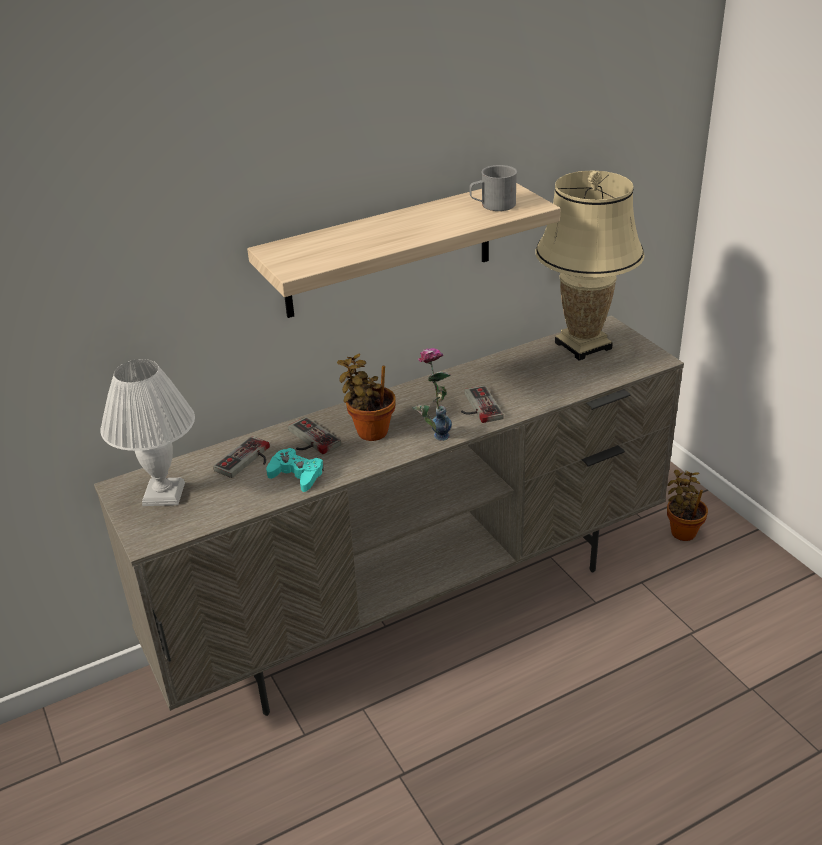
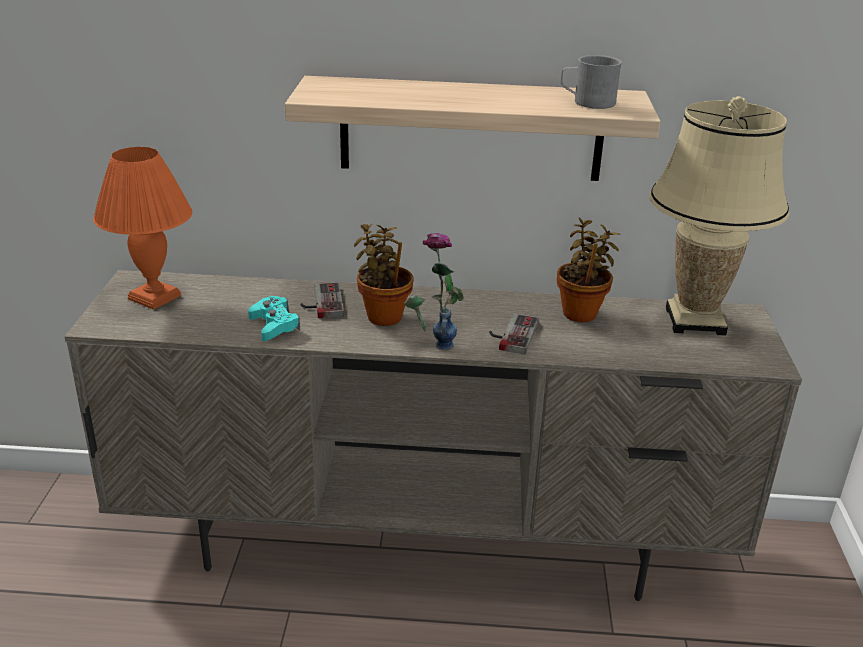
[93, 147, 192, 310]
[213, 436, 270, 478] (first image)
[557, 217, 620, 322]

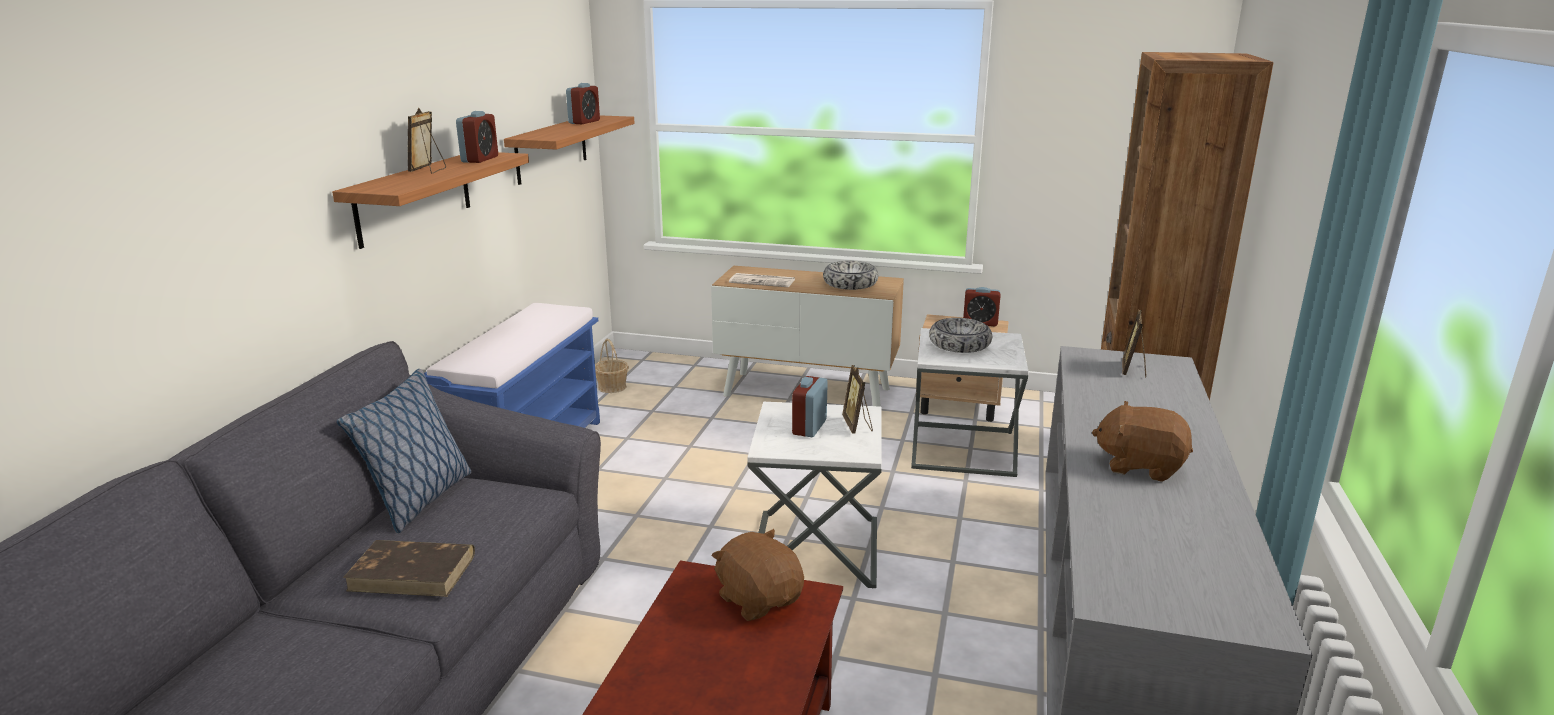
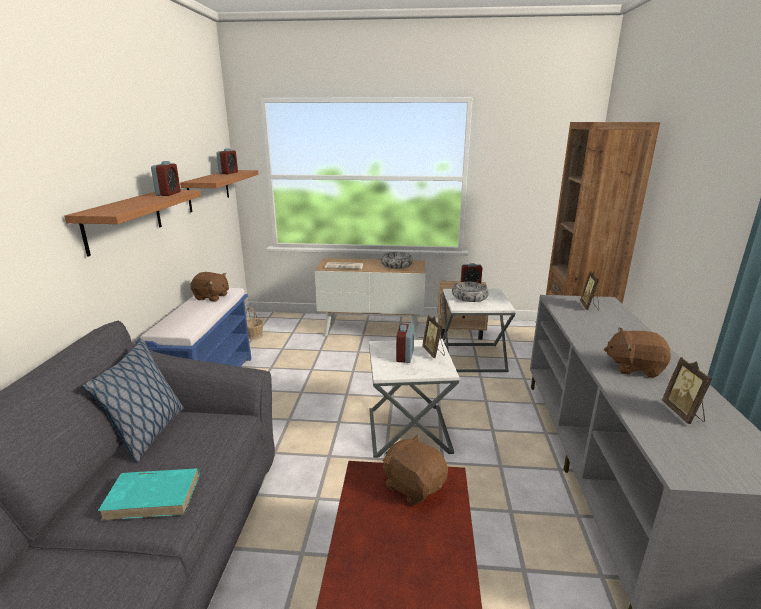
[98, 468, 199, 521]
[662, 357, 712, 424]
[190, 272, 229, 301]

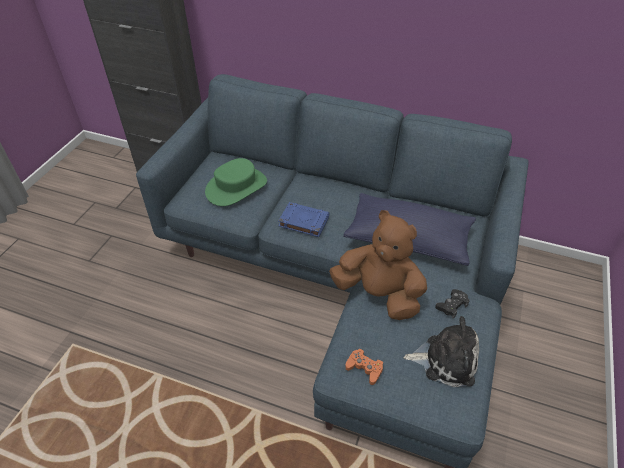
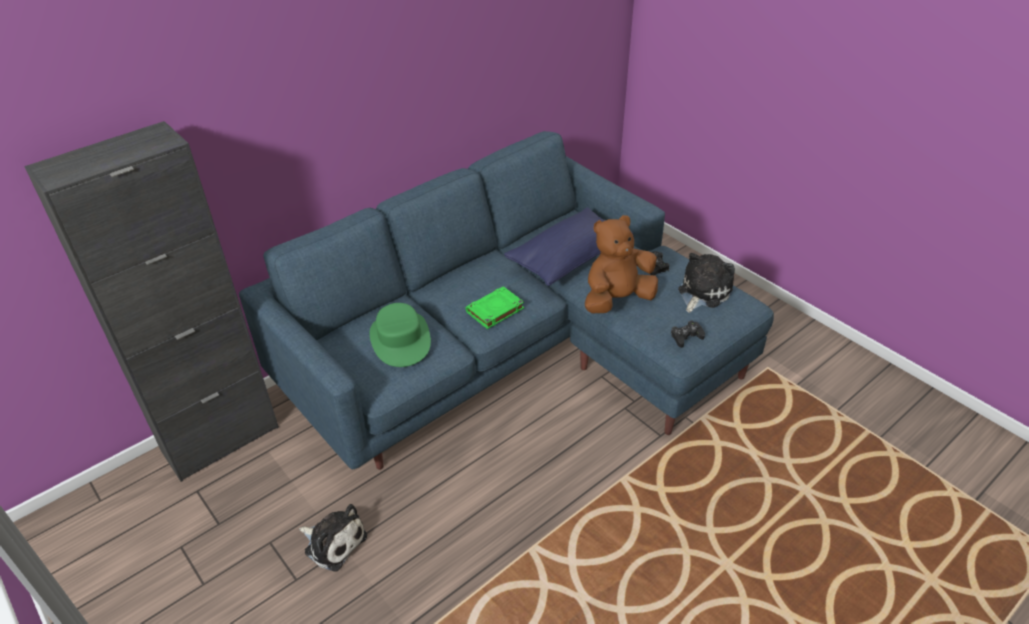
[465, 286, 524, 329]
[671, 320, 705, 348]
[299, 504, 367, 572]

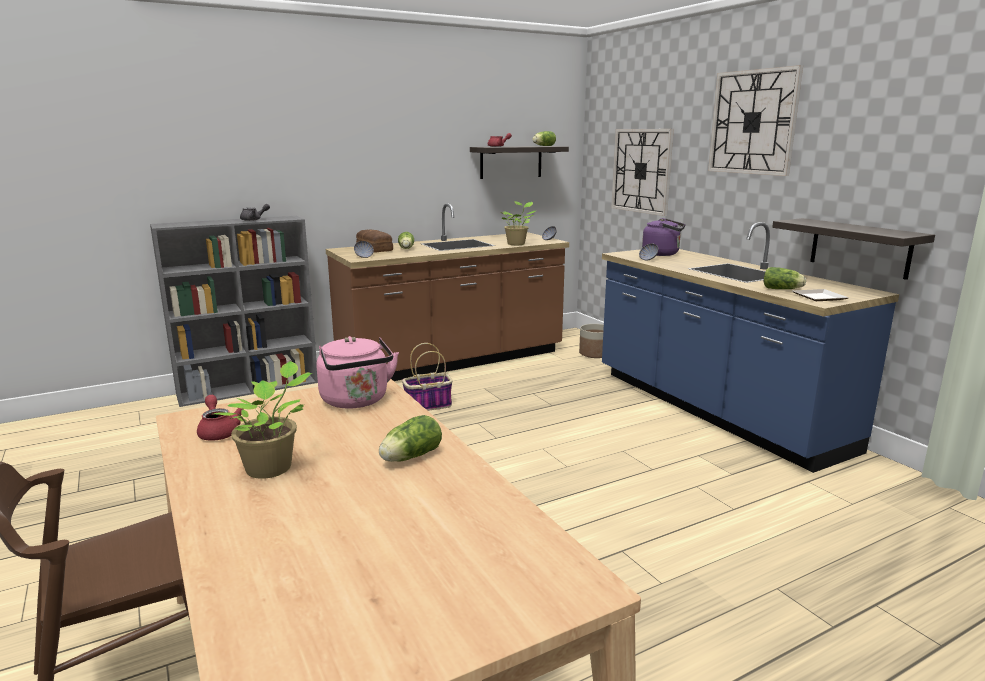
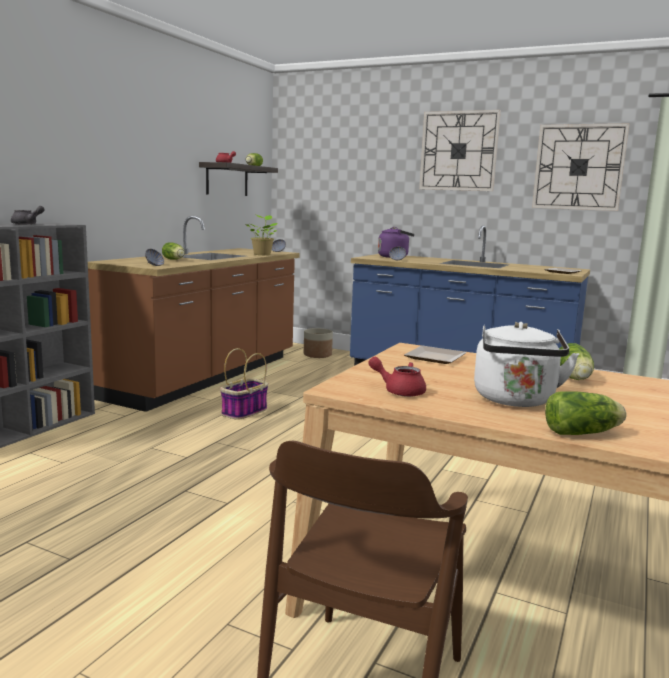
[474, 322, 579, 407]
[404, 346, 466, 364]
[356, 229, 393, 253] (first image)
[532, 123, 630, 211]
[545, 391, 627, 435]
[772, 218, 935, 280] (first image)

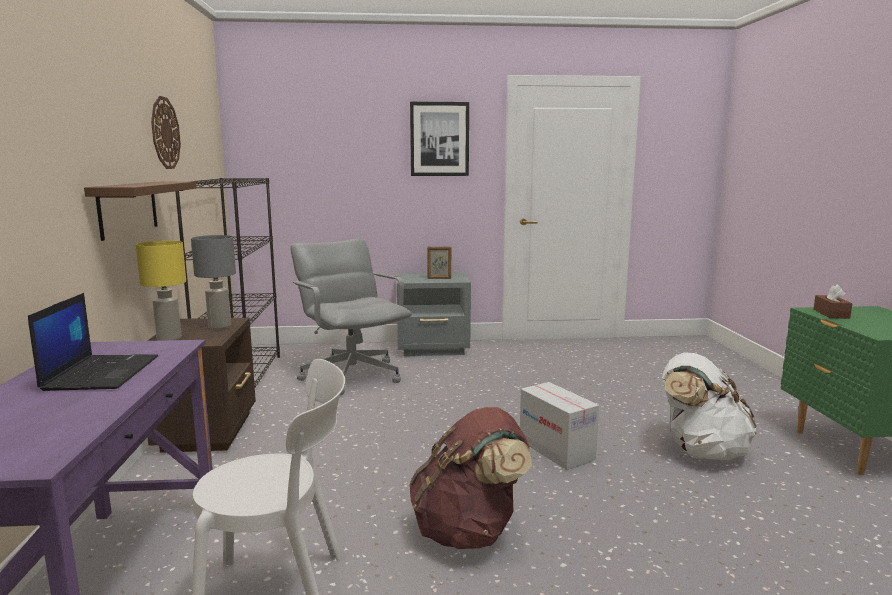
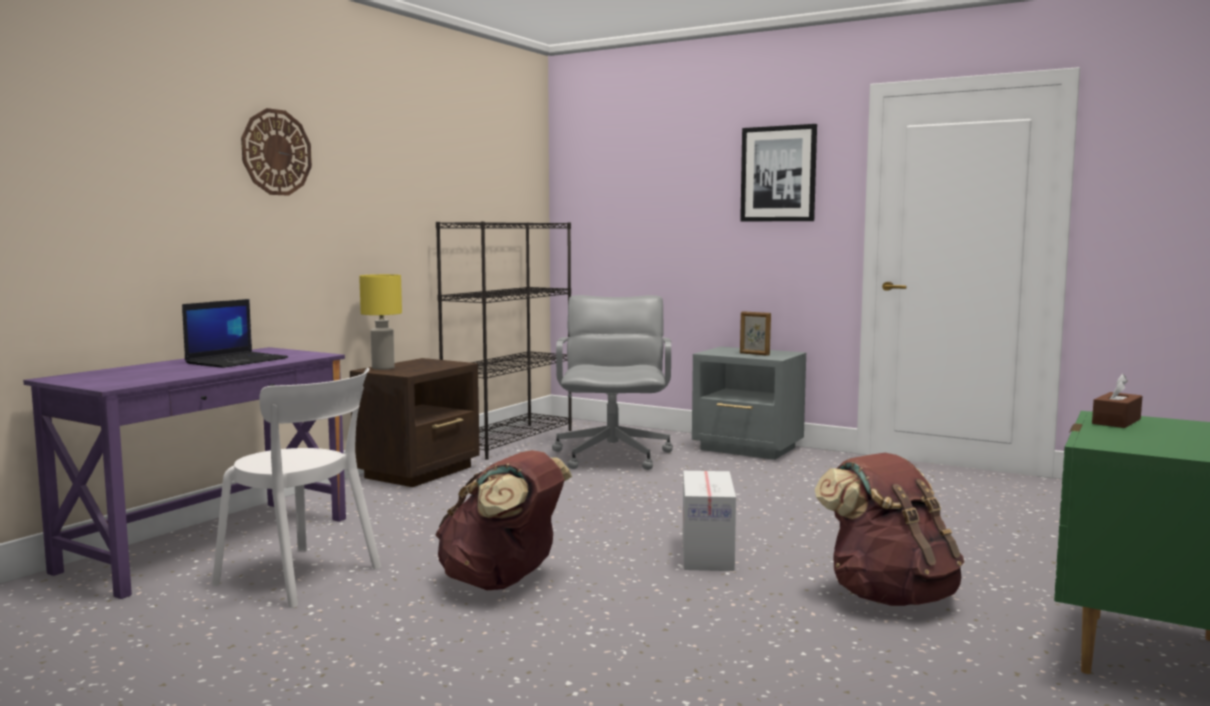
[84, 181, 197, 241] (first image)
[241, 108, 312, 196]
[191, 235, 236, 329] (first image)
[815, 453, 964, 606]

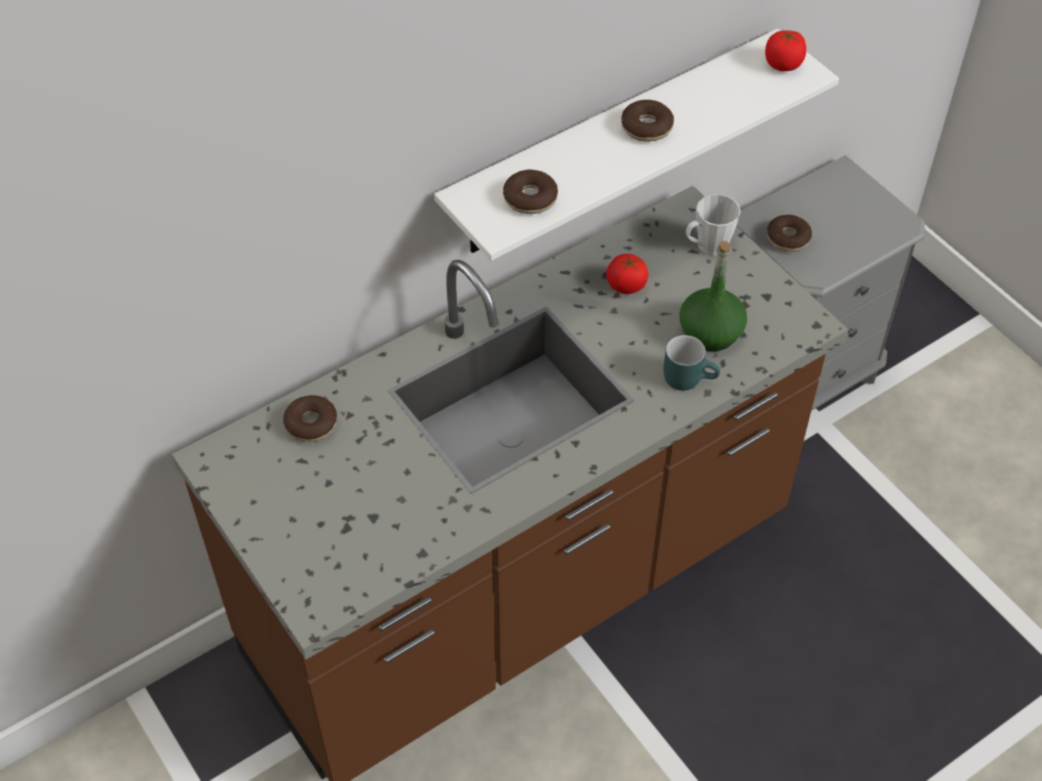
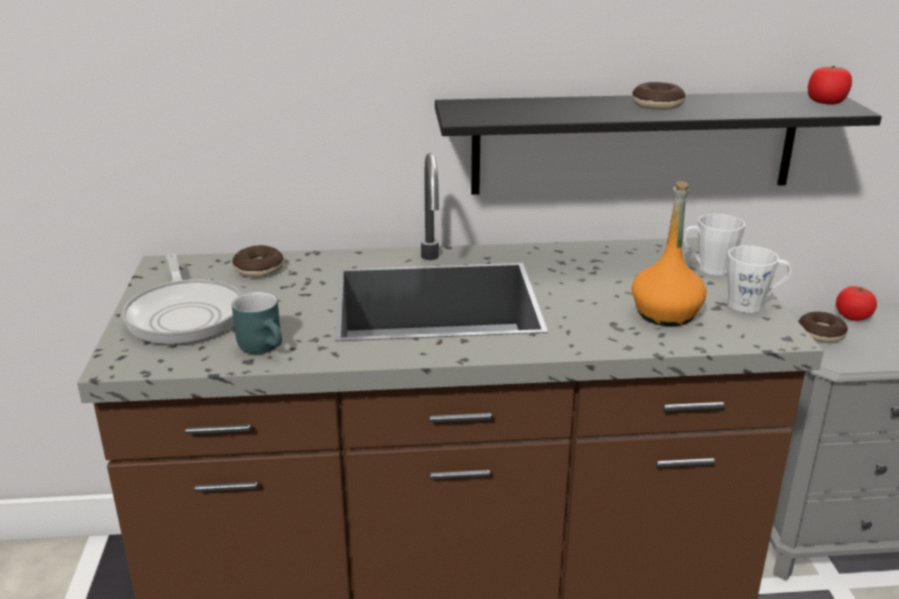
[435, 92, 882, 195]
[503, 170, 558, 214] (first image)
[836, 286, 877, 321]
[232, 292, 282, 354]
[632, 181, 706, 326]
[122, 254, 242, 345]
[727, 246, 792, 313]

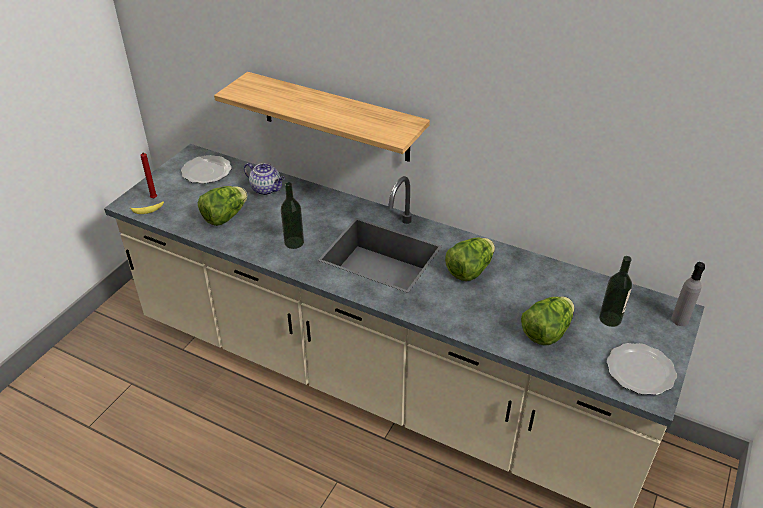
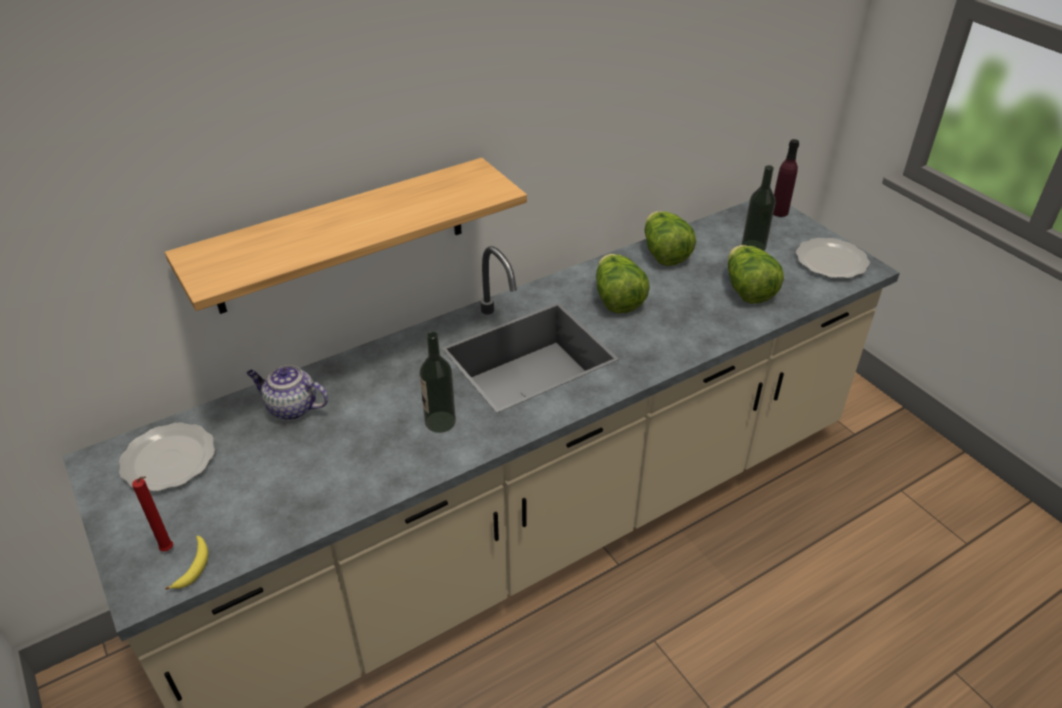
[645, 211, 696, 266]
[246, 365, 328, 420]
[773, 139, 799, 217]

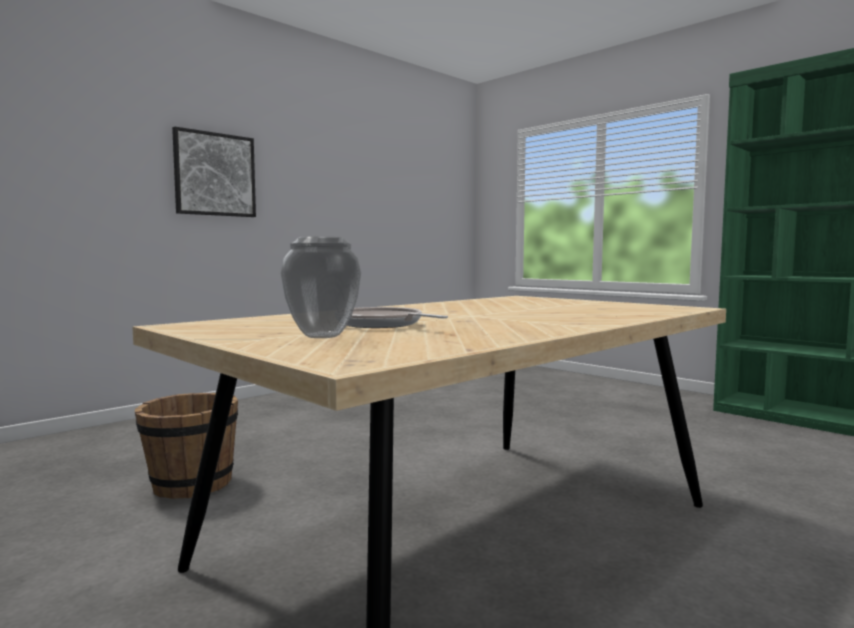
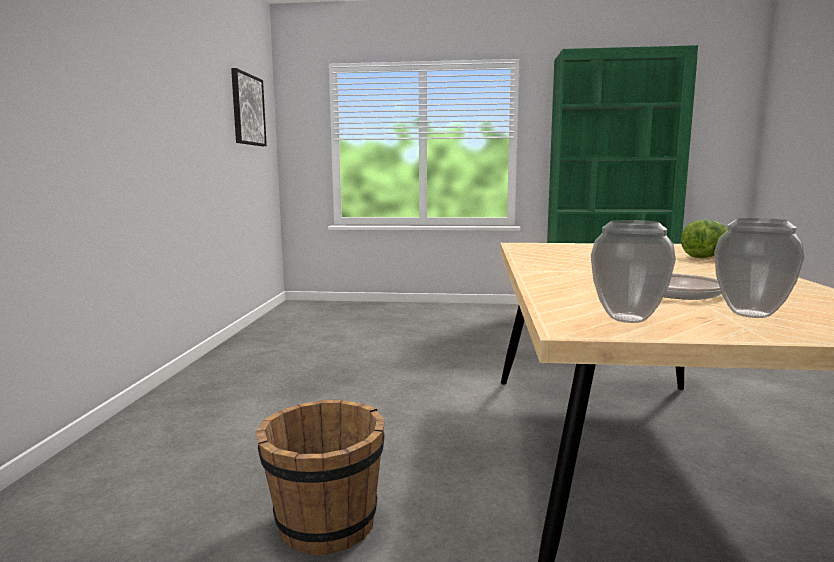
[231, 68, 267, 146]
[591, 220, 676, 323]
[681, 220, 727, 258]

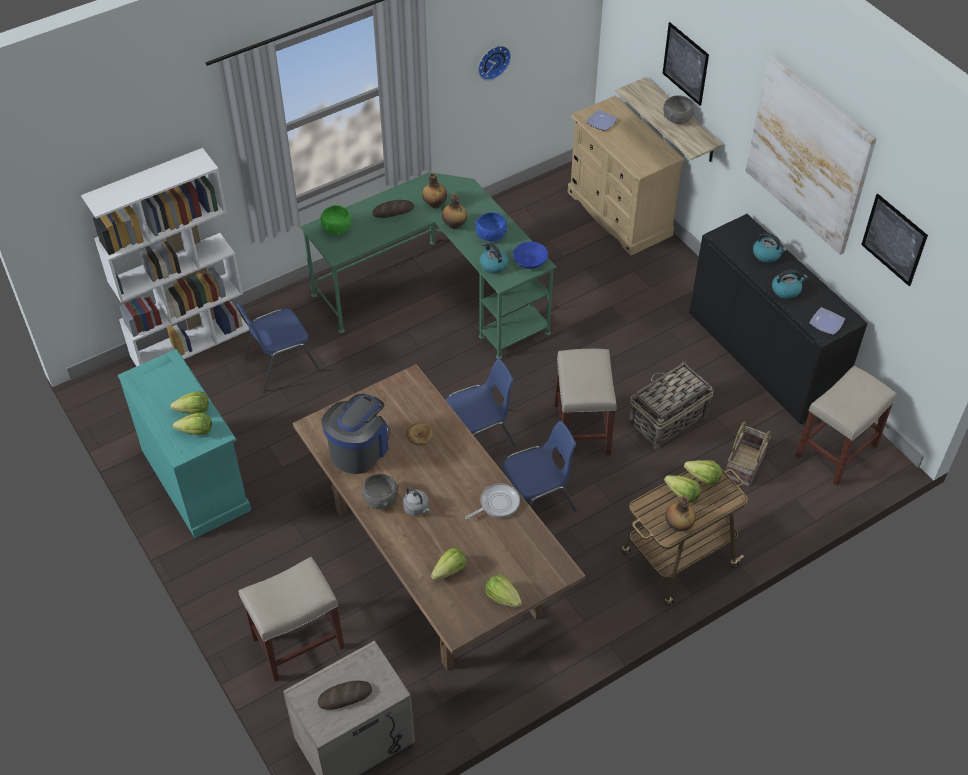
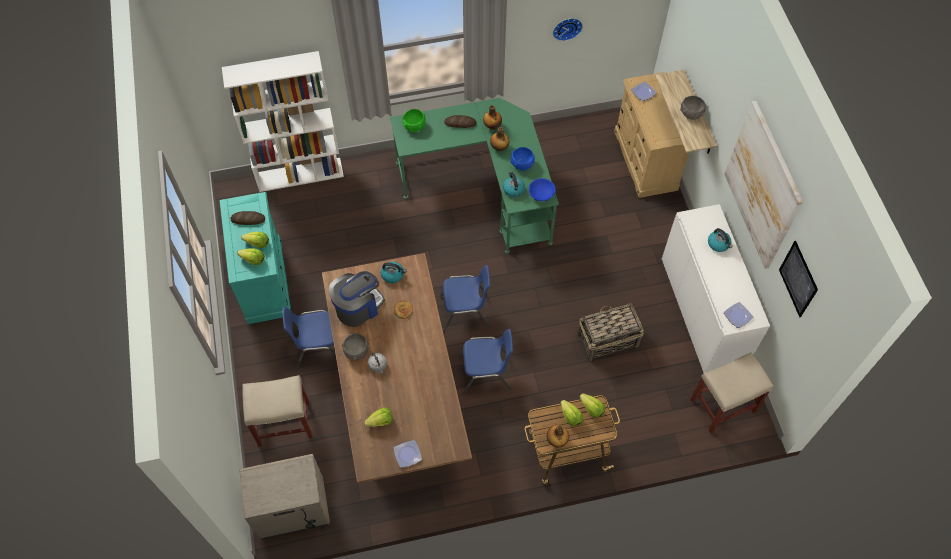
[283, 307, 336, 369]
[231, 211, 265, 225]
[465, 483, 520, 519] (first image)
[394, 440, 422, 468]
[554, 349, 617, 457] (first image)
[662, 22, 709, 106] (first image)
[662, 204, 770, 373]
[726, 421, 771, 487] (first image)
[381, 262, 407, 283]

